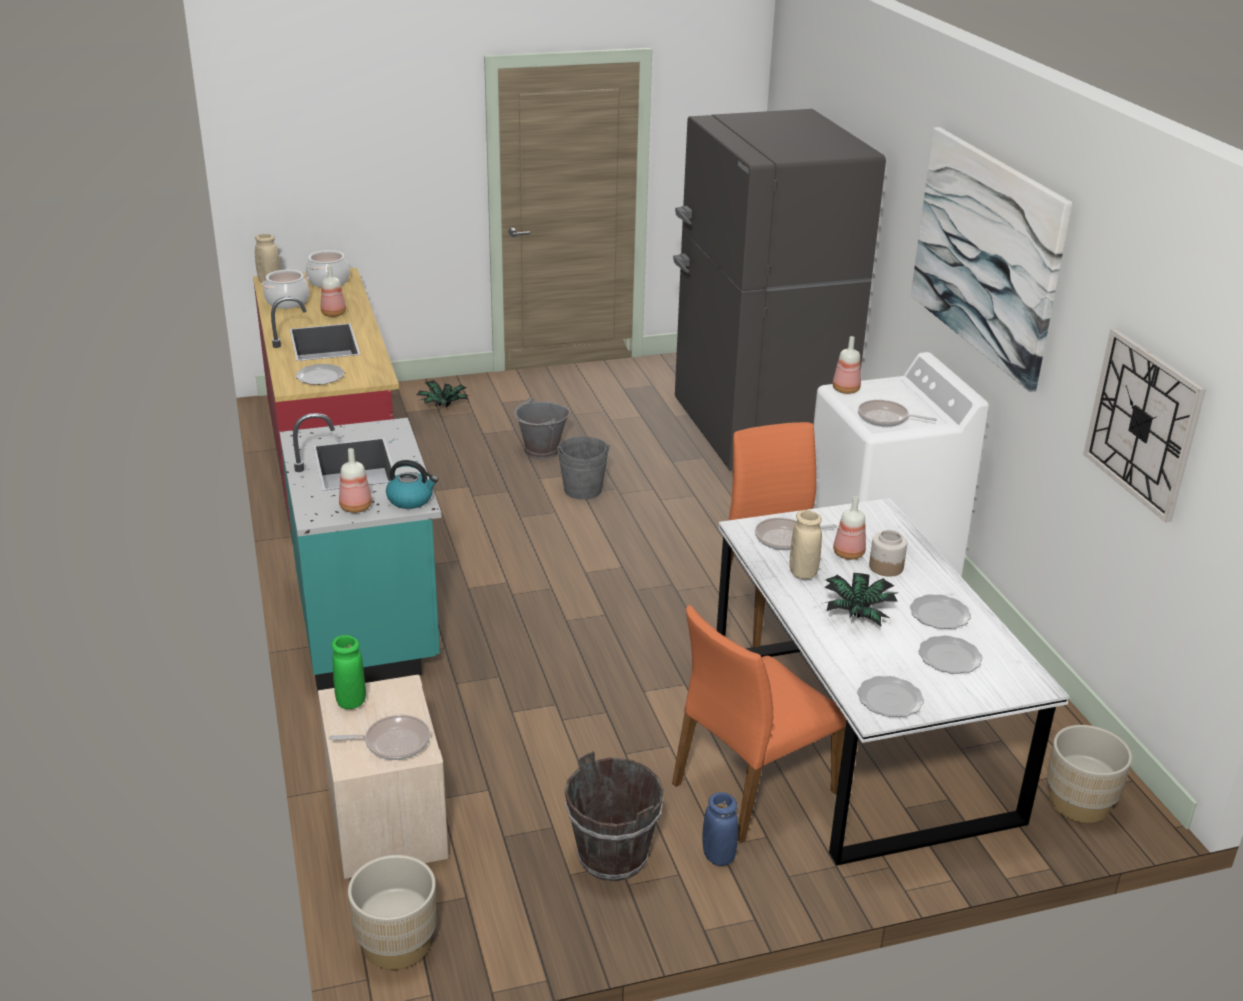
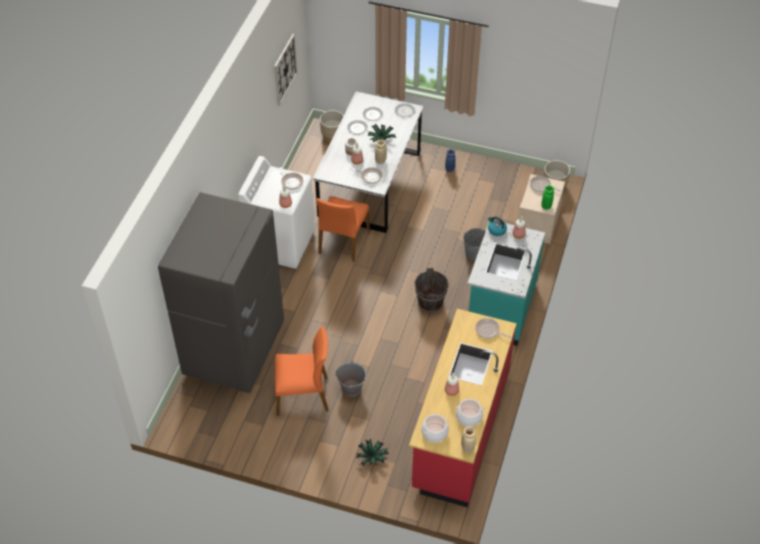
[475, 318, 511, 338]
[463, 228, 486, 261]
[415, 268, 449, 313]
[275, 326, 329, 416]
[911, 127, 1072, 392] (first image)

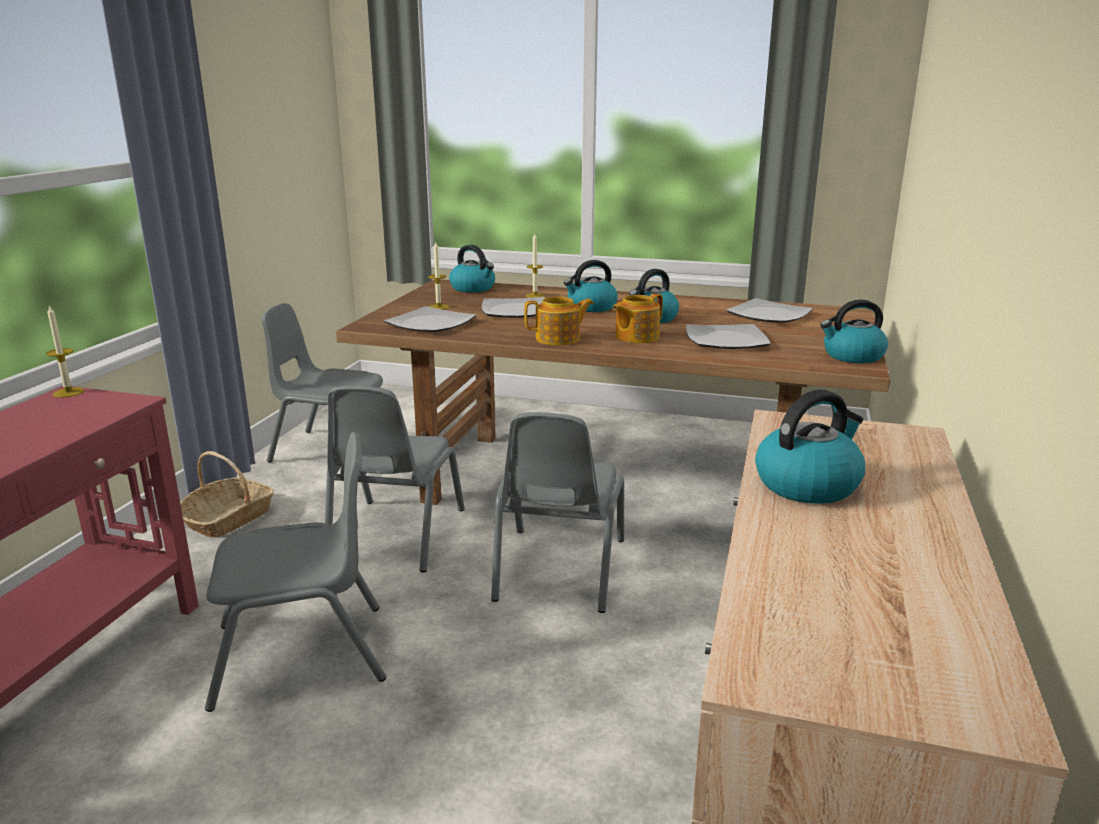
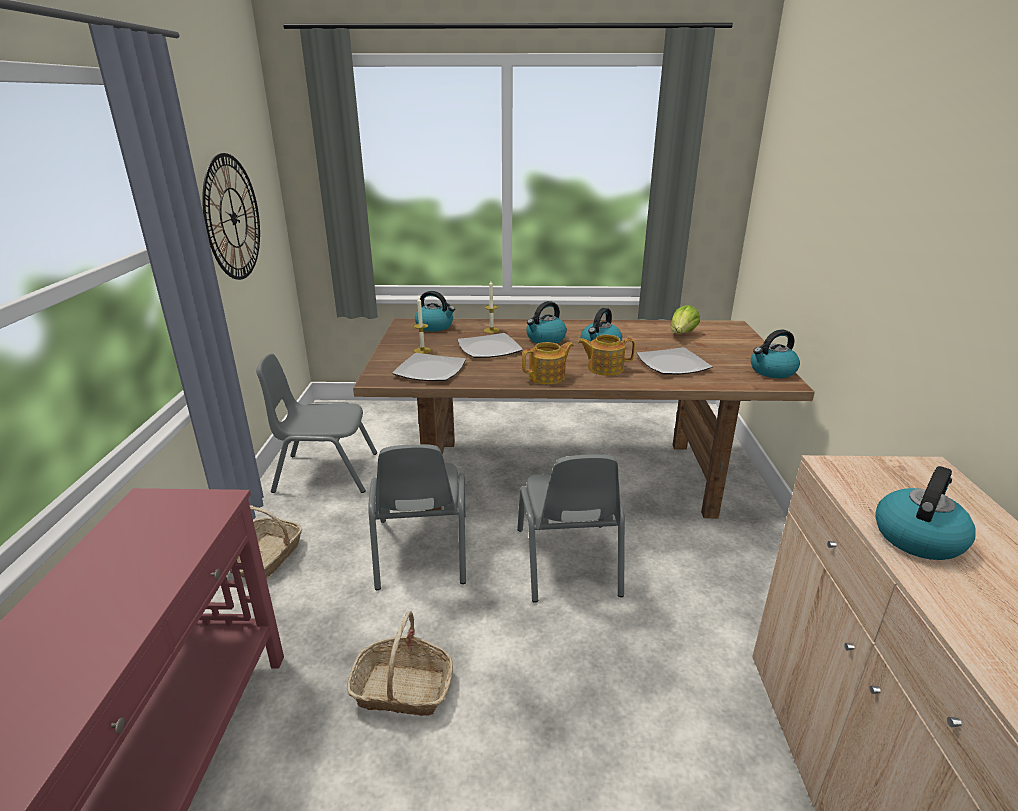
[46, 305, 84, 398] (first image)
[347, 611, 453, 716]
[578, 335, 635, 376]
[671, 305, 700, 334]
[202, 153, 260, 280]

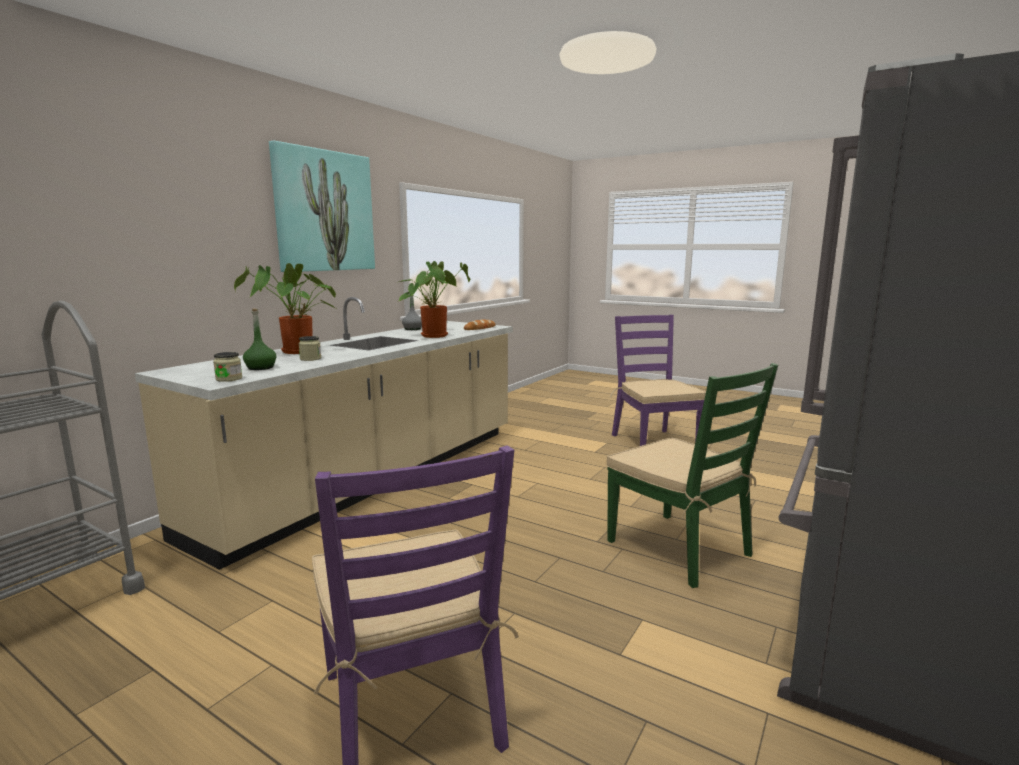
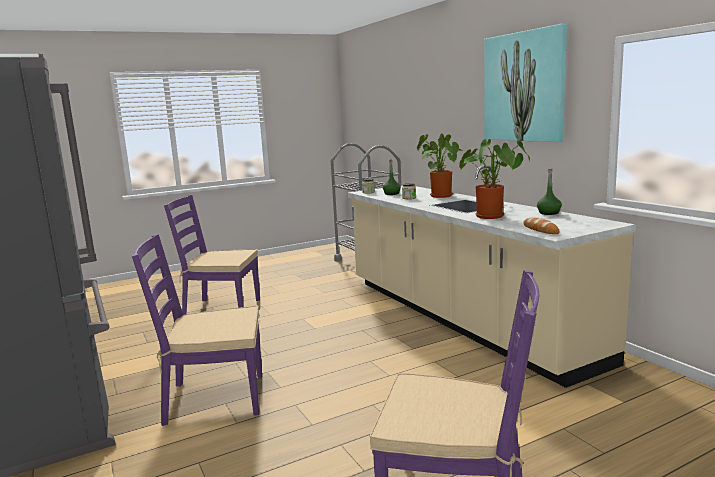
[537, 168, 562, 215]
[131, 234, 262, 426]

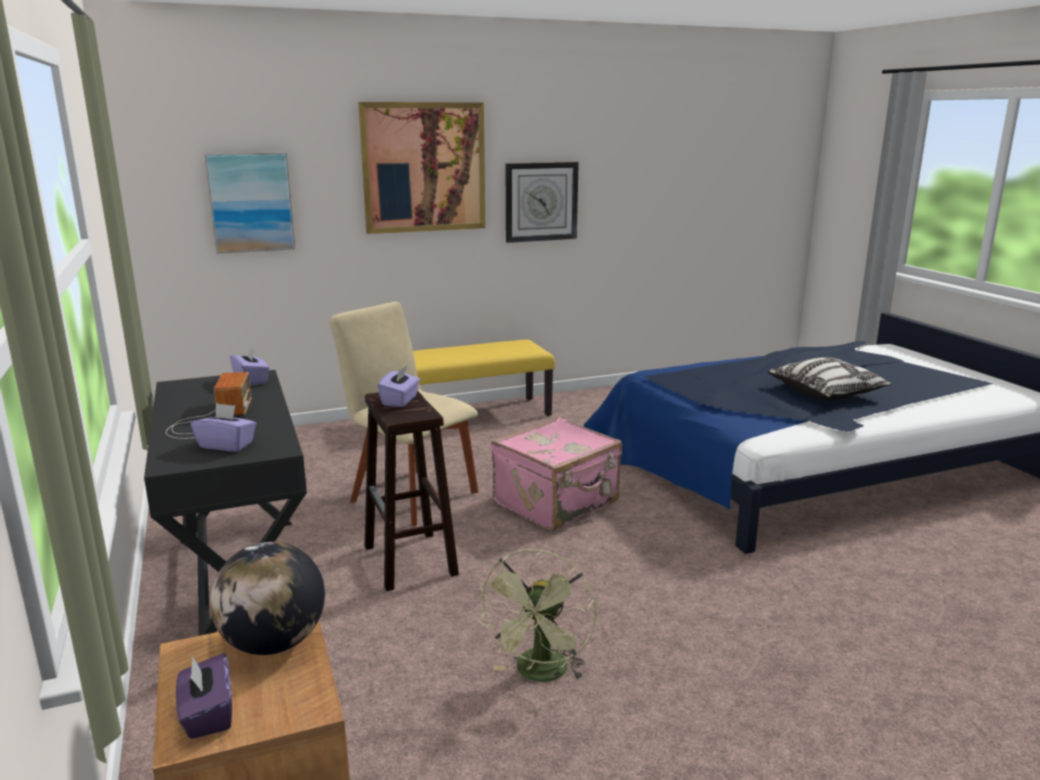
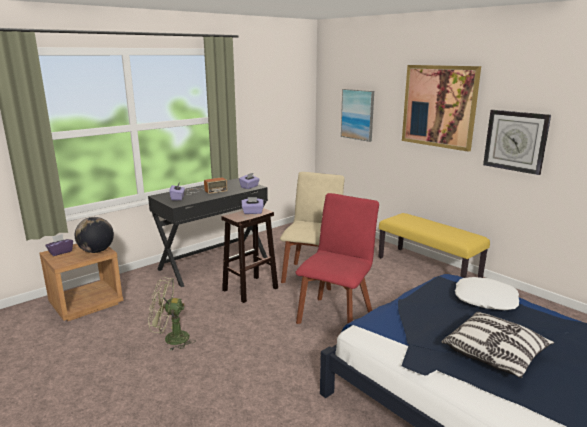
[296, 193, 379, 324]
[455, 277, 519, 310]

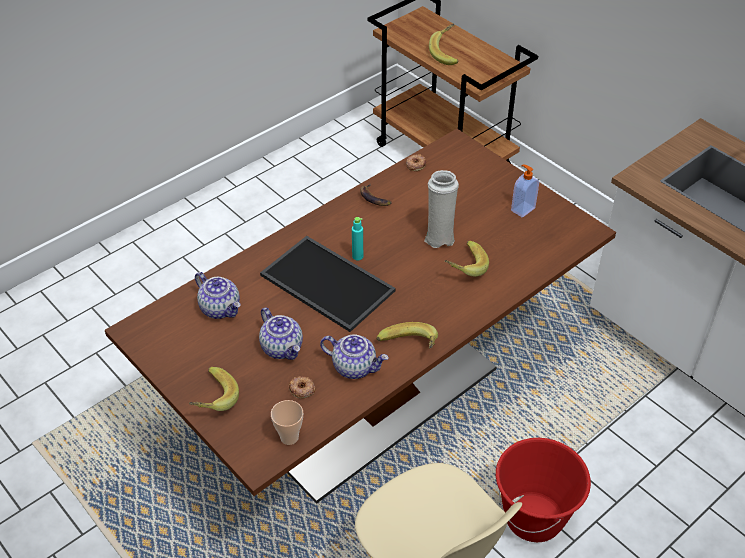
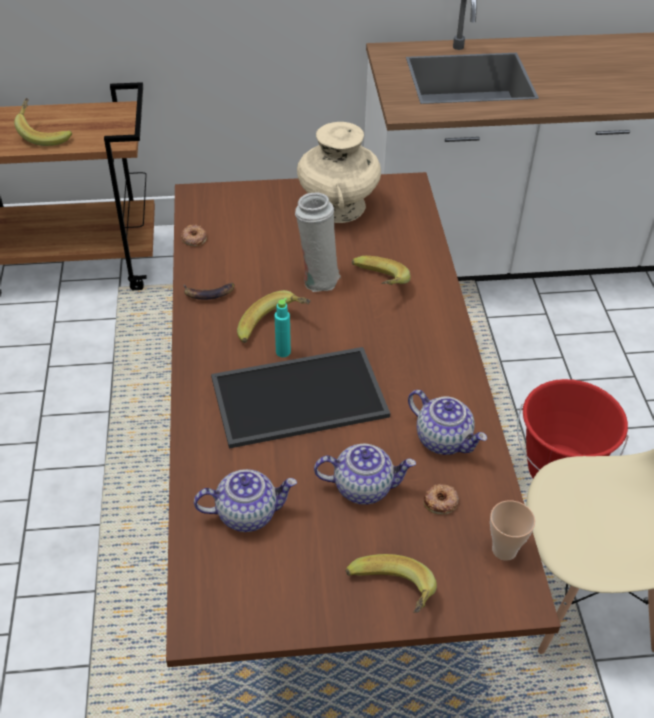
[408, 390, 487, 455]
[237, 290, 311, 343]
[297, 122, 381, 223]

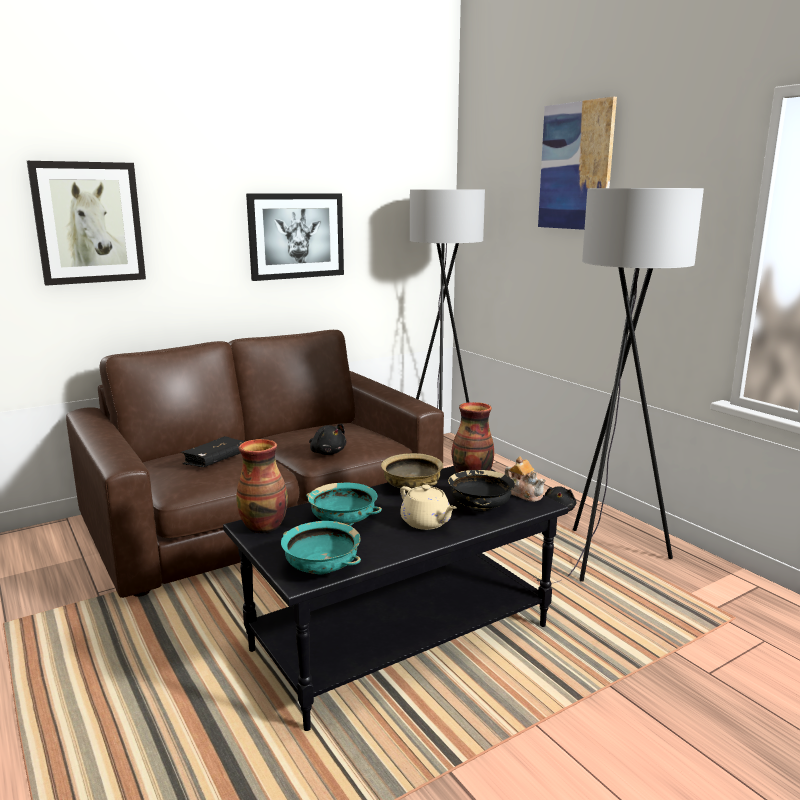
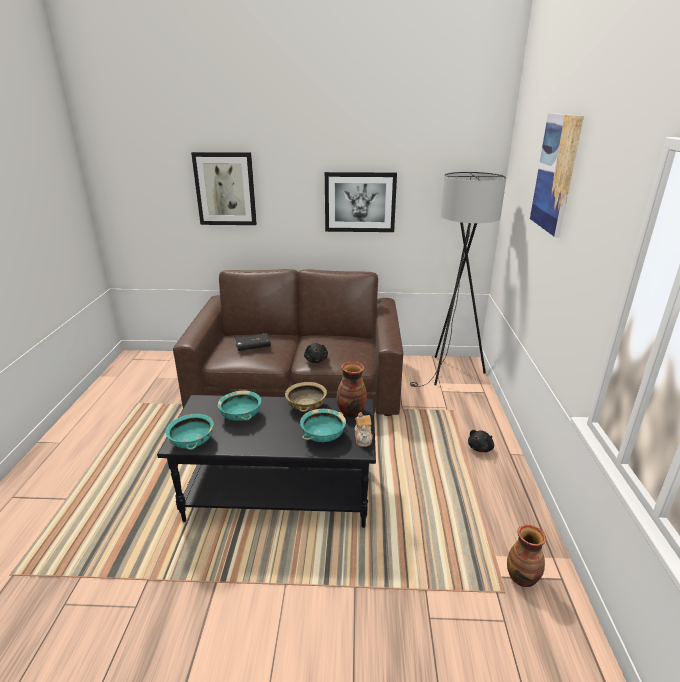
[507, 524, 546, 587]
[400, 485, 457, 530] (first image)
[300, 409, 346, 442]
[536, 188, 704, 583] (first image)

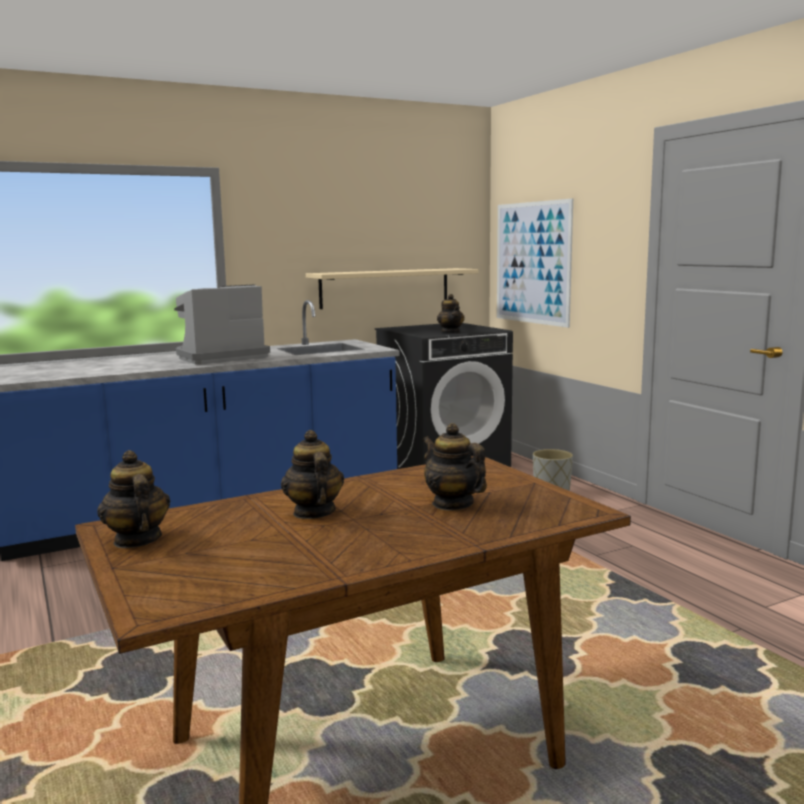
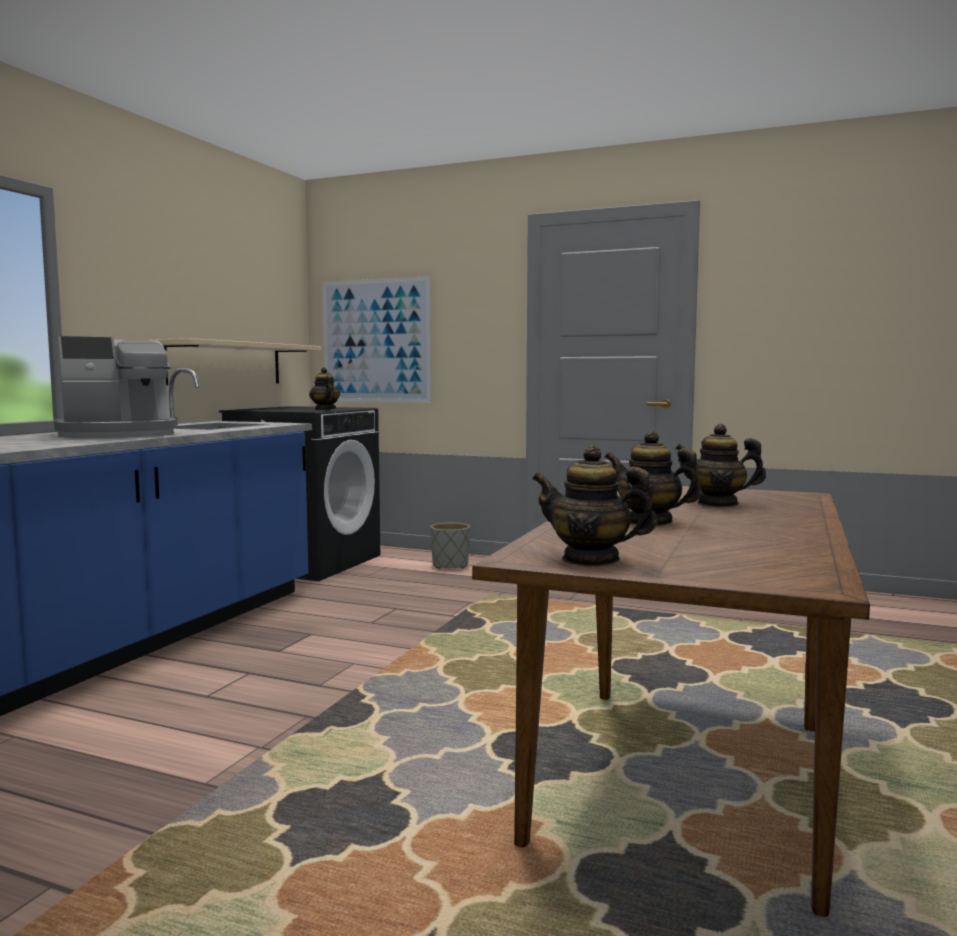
[54, 336, 177, 438]
[309, 367, 340, 410]

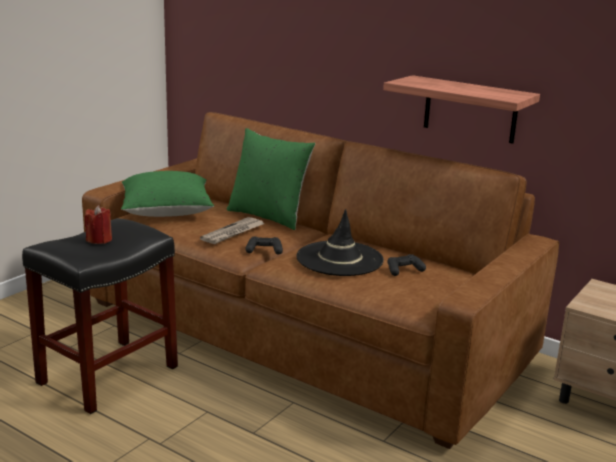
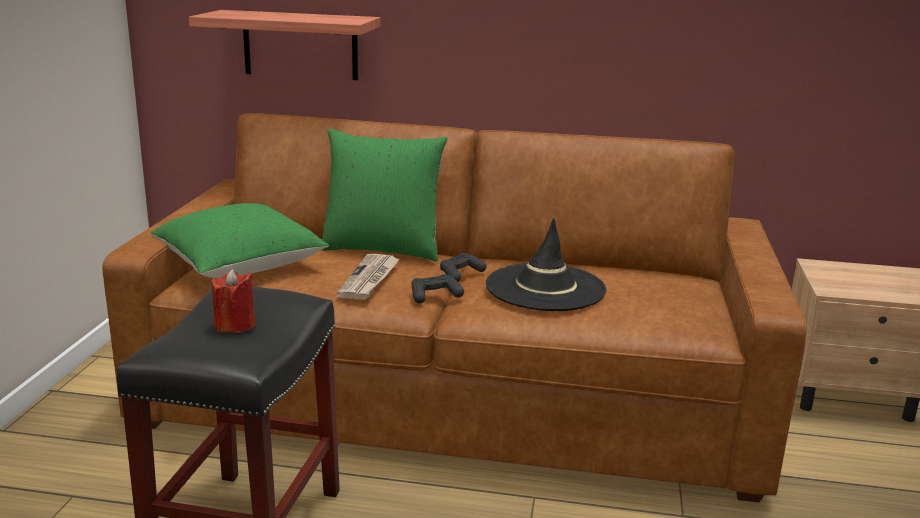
[189, 10, 380, 80]
[440, 253, 486, 282]

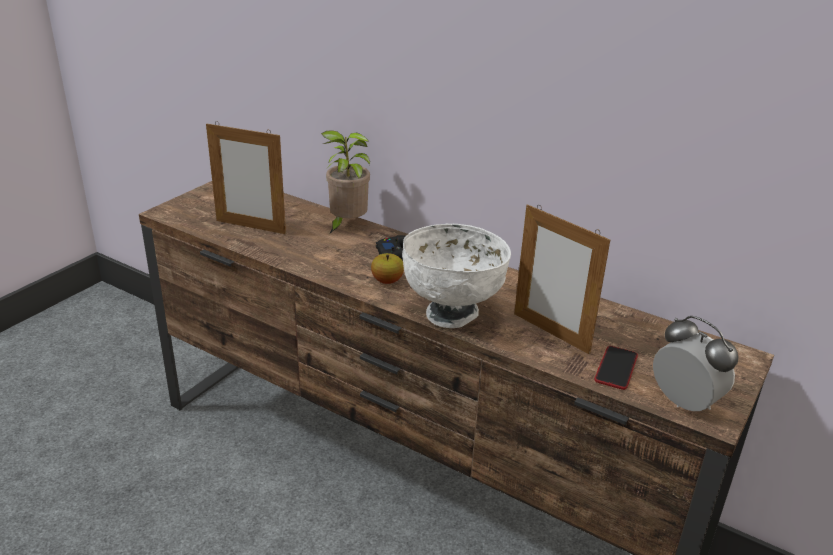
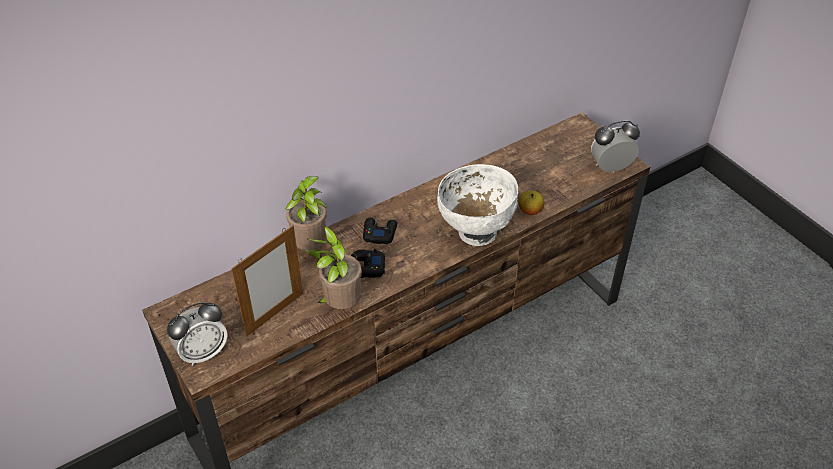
[519, 190, 544, 215]
[514, 204, 610, 354] (first image)
[595, 346, 638, 390] (first image)
[167, 302, 228, 366]
[308, 226, 362, 309]
[351, 249, 385, 278]

